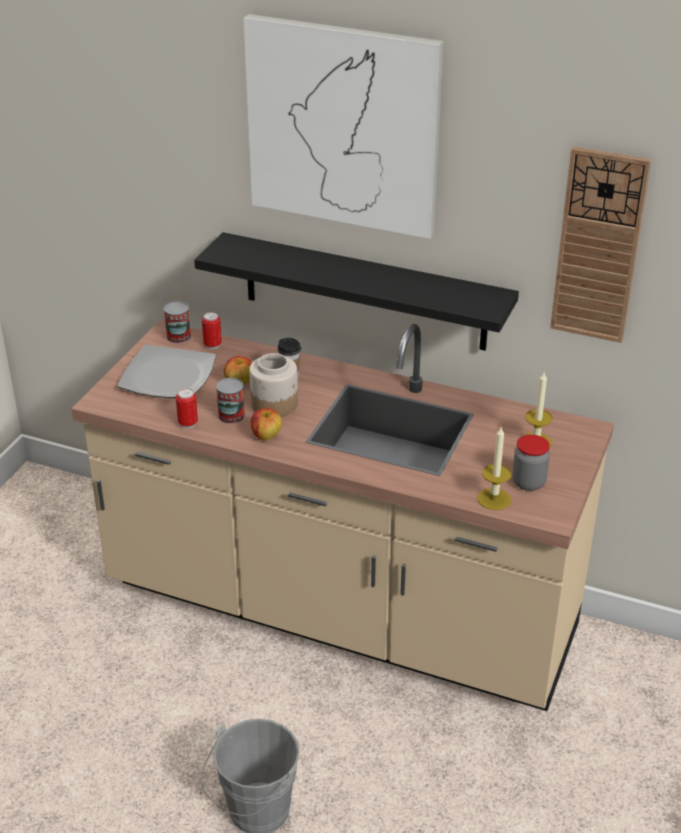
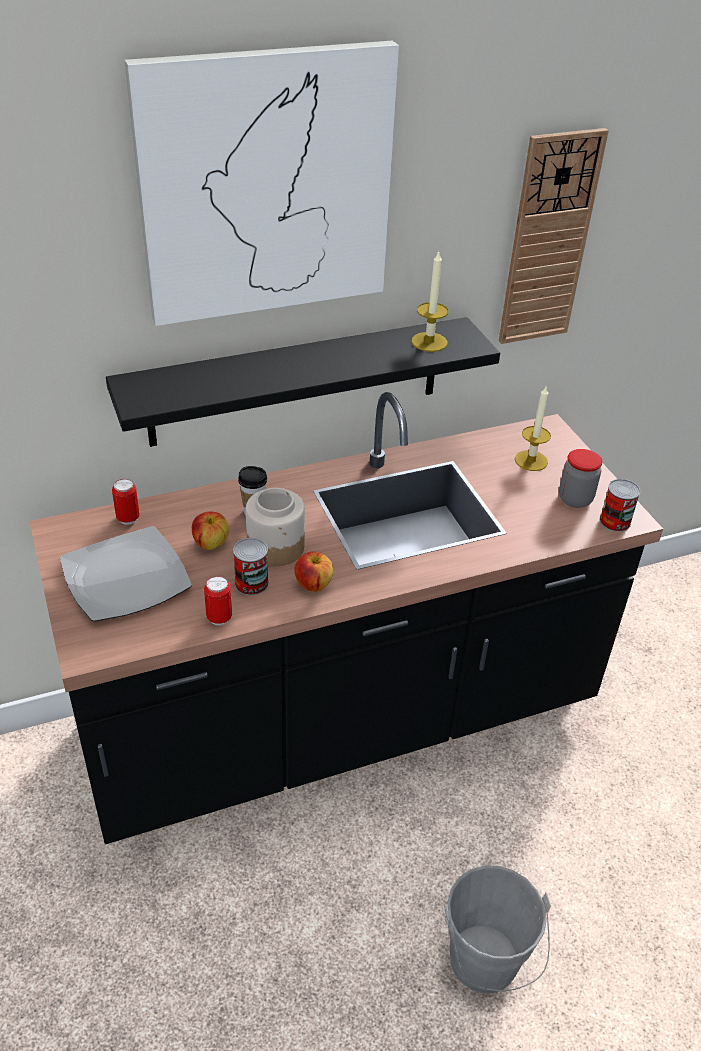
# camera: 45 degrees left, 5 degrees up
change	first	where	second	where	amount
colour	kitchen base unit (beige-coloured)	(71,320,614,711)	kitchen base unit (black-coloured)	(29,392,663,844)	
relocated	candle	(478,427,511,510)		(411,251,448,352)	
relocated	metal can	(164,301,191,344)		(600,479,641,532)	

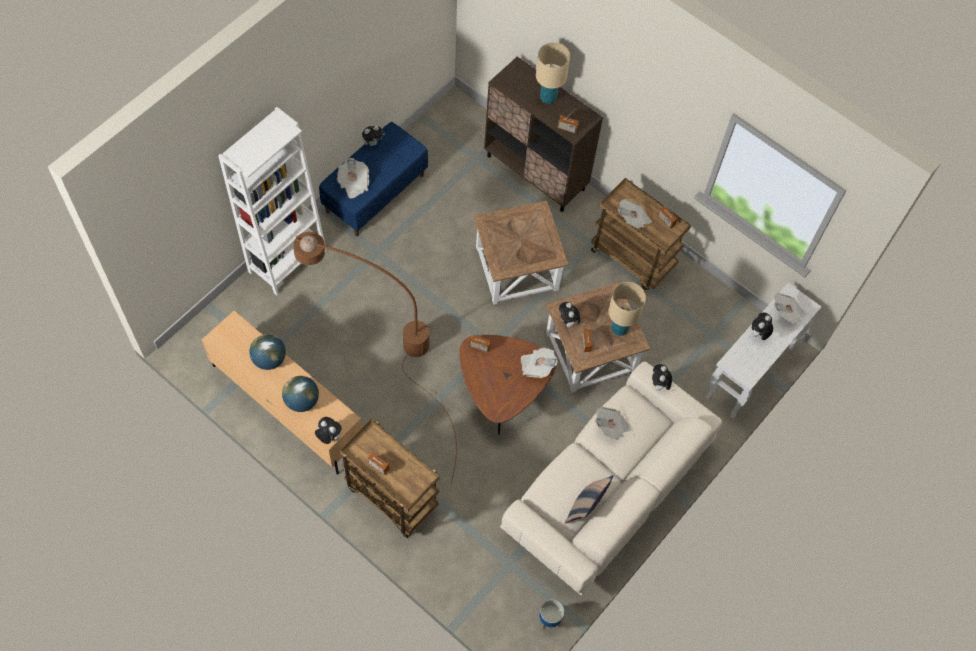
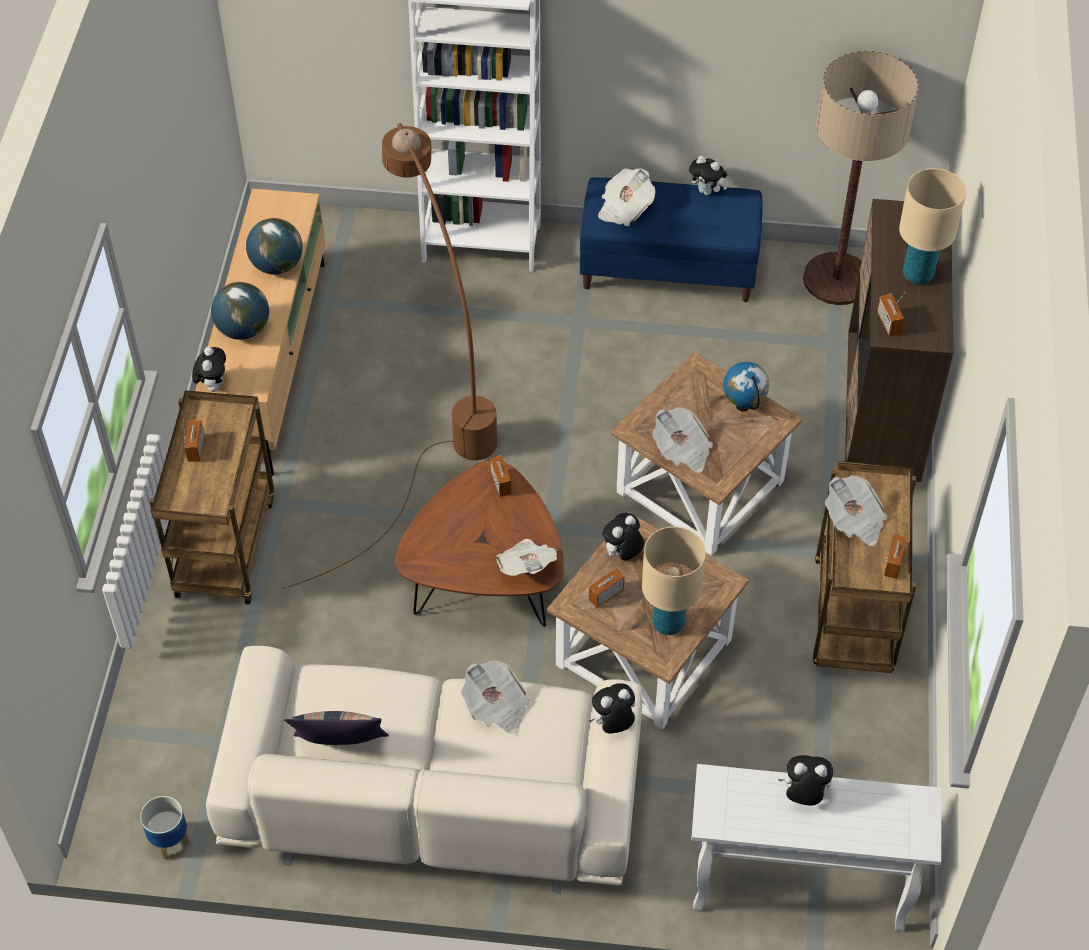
# camera: 60 degrees right, 10 degrees down
change	first	where	second	where	amount
relocated	newspaper	(774,293,807,324)		(652,407,713,473)	
appeared			world globe	(723,362,769,411)	
appeared			standing lamp	(803,51,919,305)	

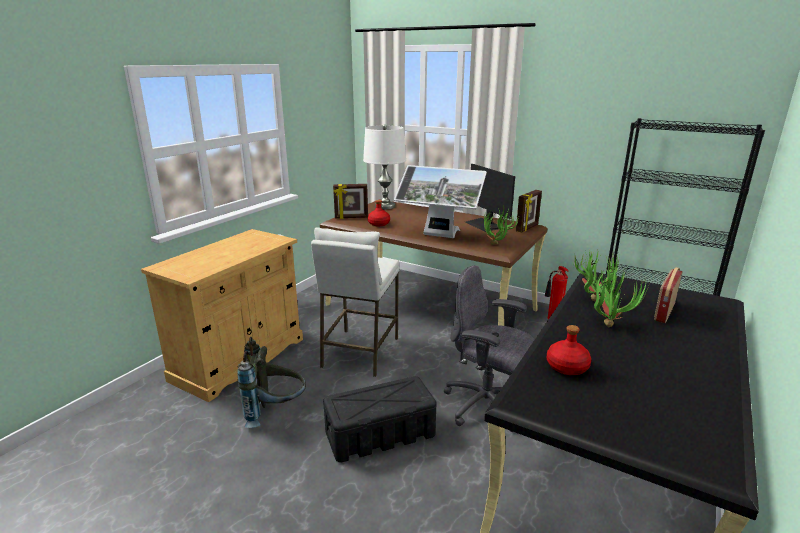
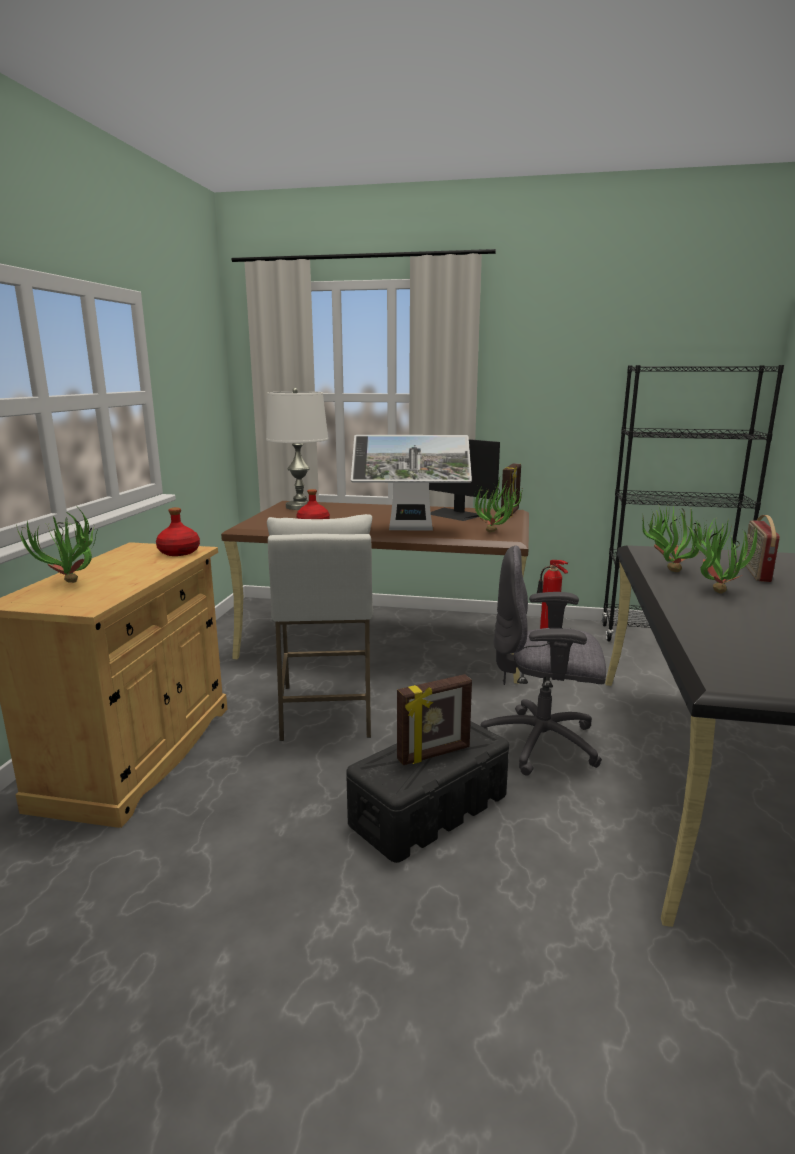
# camera: 20 degrees left, 5 degrees down
change	first	where	second	where	amount
appeared			houseplant	(16,508,97,583)	
relocated	beverage bottle (red-coloured)	(547,325,591,375)		(156,508,200,556)	
relocated	standing frame	(333,184,368,219)		(397,674,472,765)	
missing	knapsack (gray)	(237,336,306,428)			

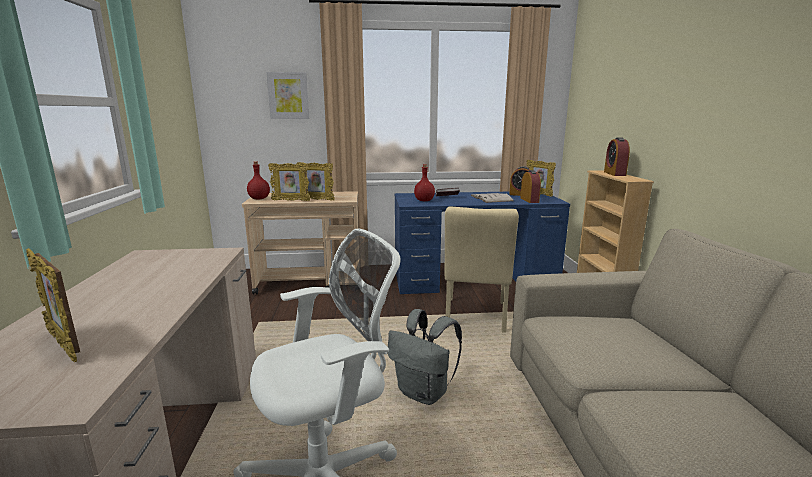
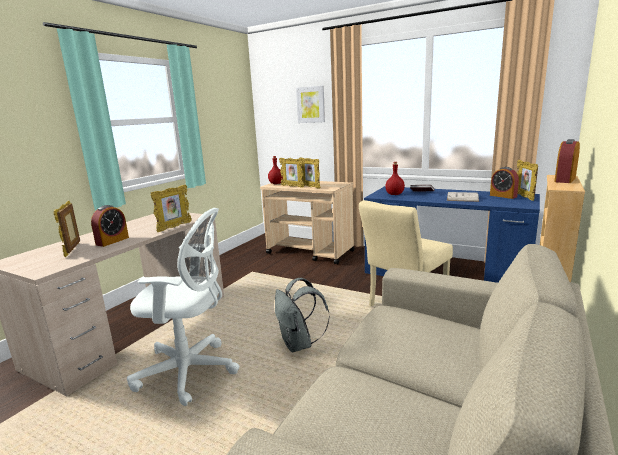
# camera: 35 degrees right, 0 degrees up
change	first	where	second	where	amount
relocated	bedside clock	(520,170,541,203)		(91,205,129,247)	
appeared			standing frame	(151,185,192,232)	

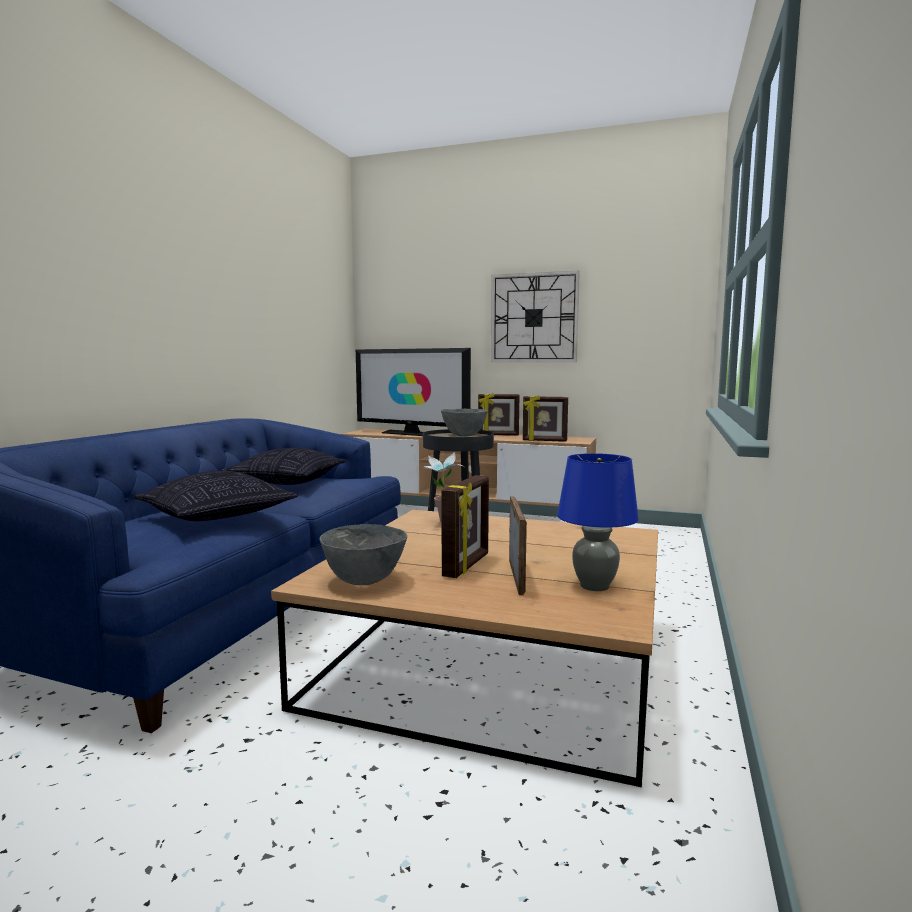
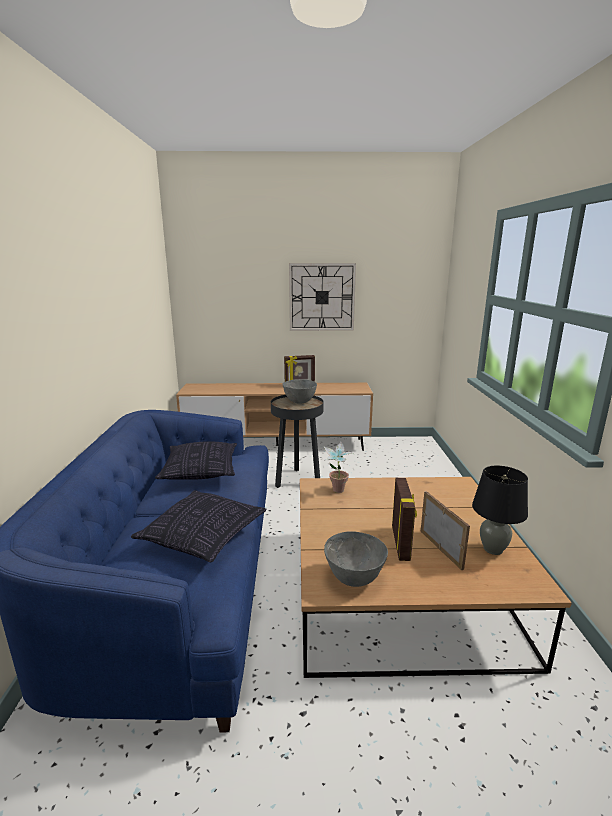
# camera: 20 degrees left, 10 degrees up
change	first	where	second	where	amount
colour	lamp for a table (bluish)	(557,453,639,591)	lamp for a table (black-coloured)	(472,466,528,555)	
missing	television	(356,348,471,436)			
missing	standing frame	(523,395,568,442)			

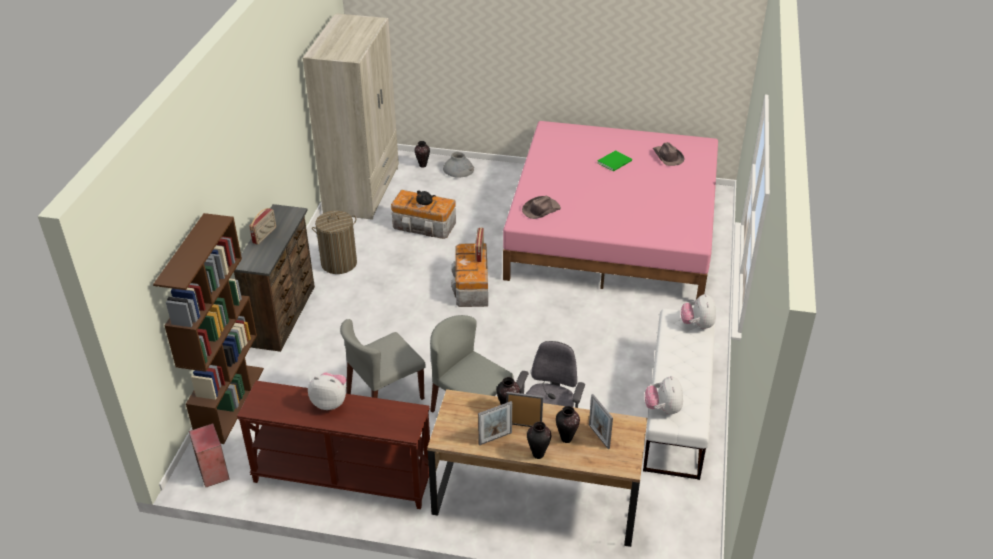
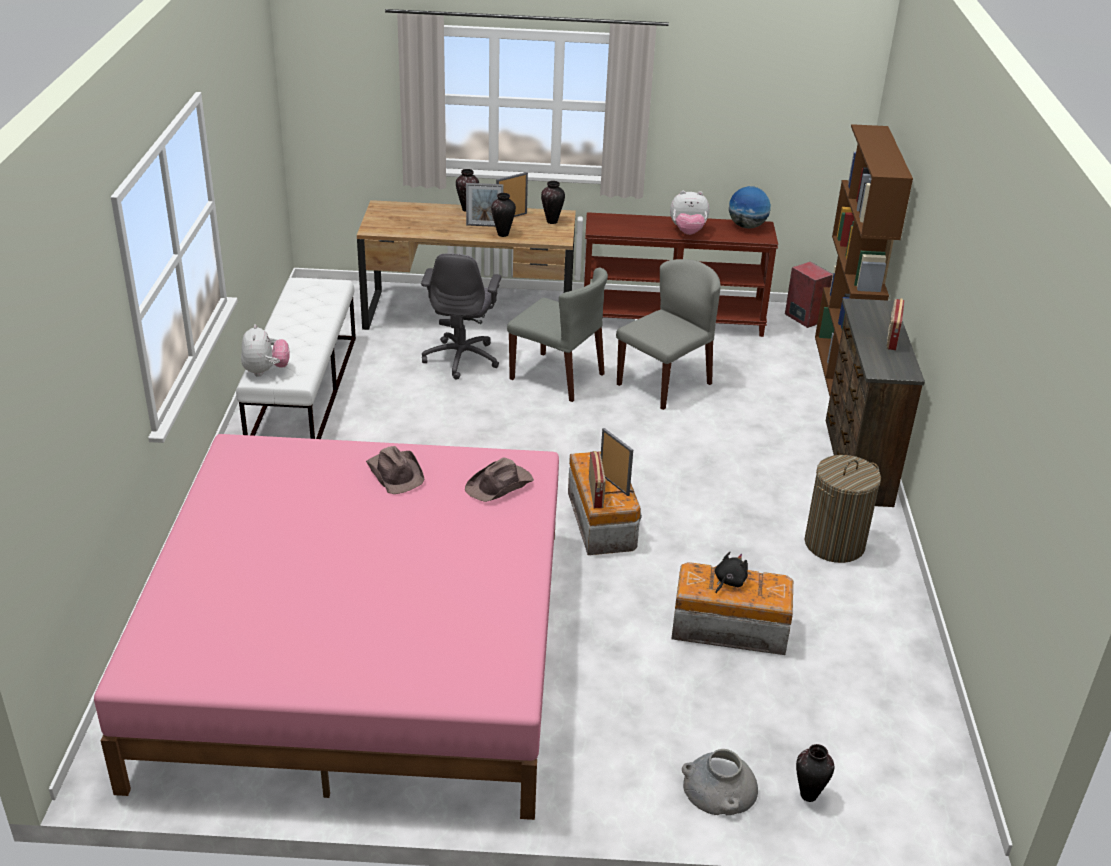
# camera: 170 degrees right, 5 degrees down
change	first	where	second	where	amount
relocated	wearable hat (brownish)	(653,142,685,166)		(366,446,424,494)	
relocated	flower vase	(556,406,580,443)		(541,181,565,224)	
relocated	standing frame	(589,394,613,449)		(601,428,633,496)	
appeared			world globe	(729,186,771,229)	
missing	armoire (beige-coloured)	(303,13,399,220)			
missing	bound book (green-coloured)	(597,150,632,172)			
missing	plush toy	(645,376,683,414)			

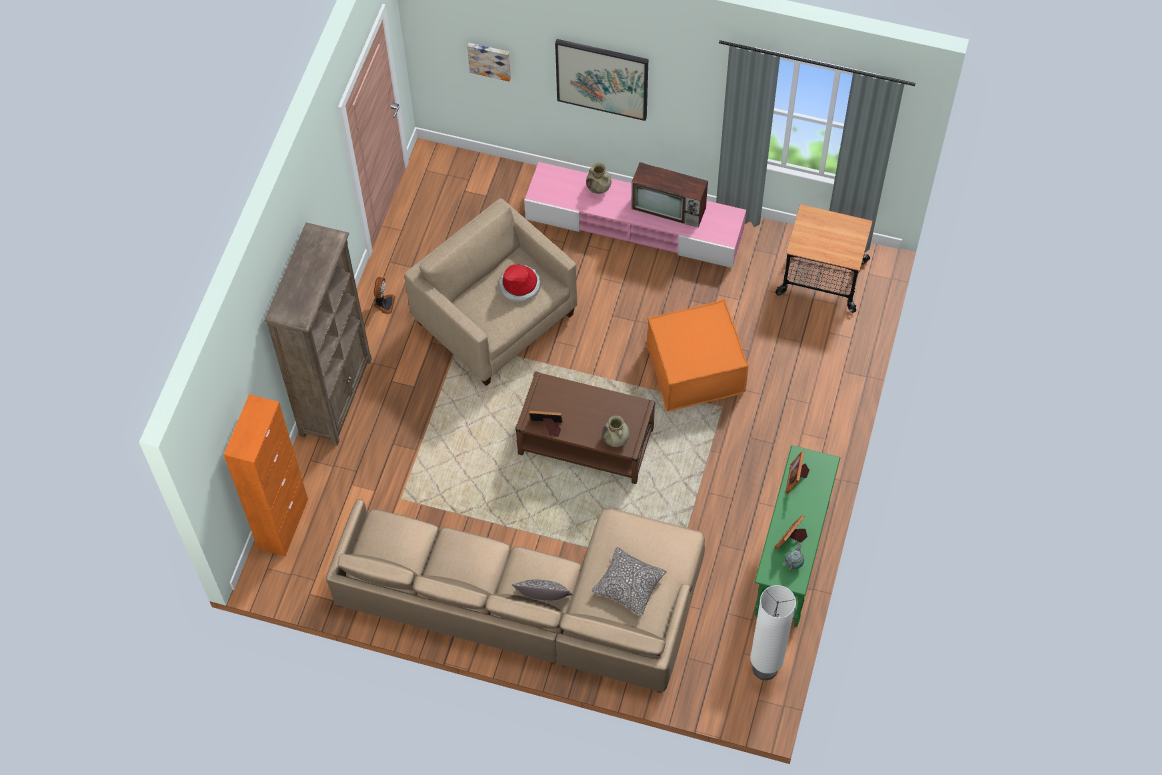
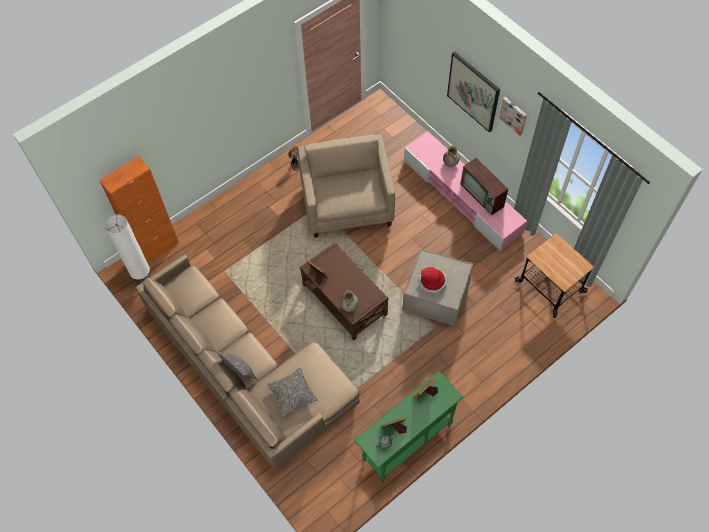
# camera: 35 degrees right, 0 degrees up
change	first	where	second	where	amount
relocated	standing lamp (white)	(750,585,796,680)		(105,215,151,285)	
colour	footrest (orange)	(646,299,748,411)	footrest (beige-coloured)	(402,249,473,326)	
relocated	wearable hat	(499,264,541,302)		(418,267,447,294)	
relocated	picture	(467,43,511,82)		(499,97,527,135)	
missing	bookshelf (brownish)	(264,222,372,446)			

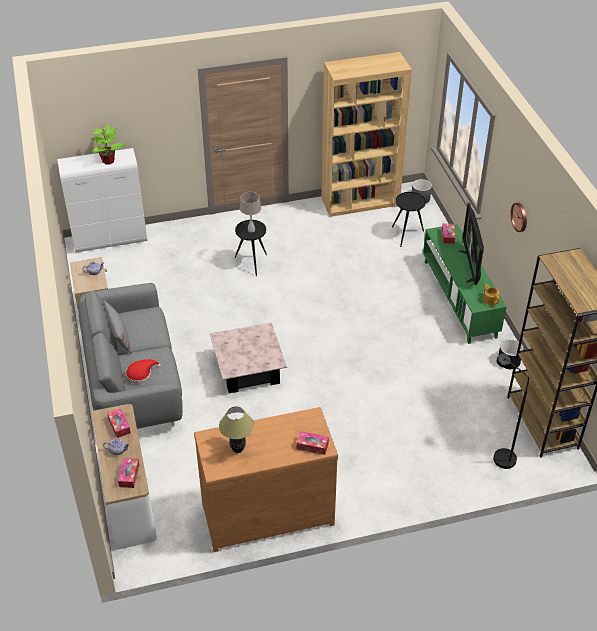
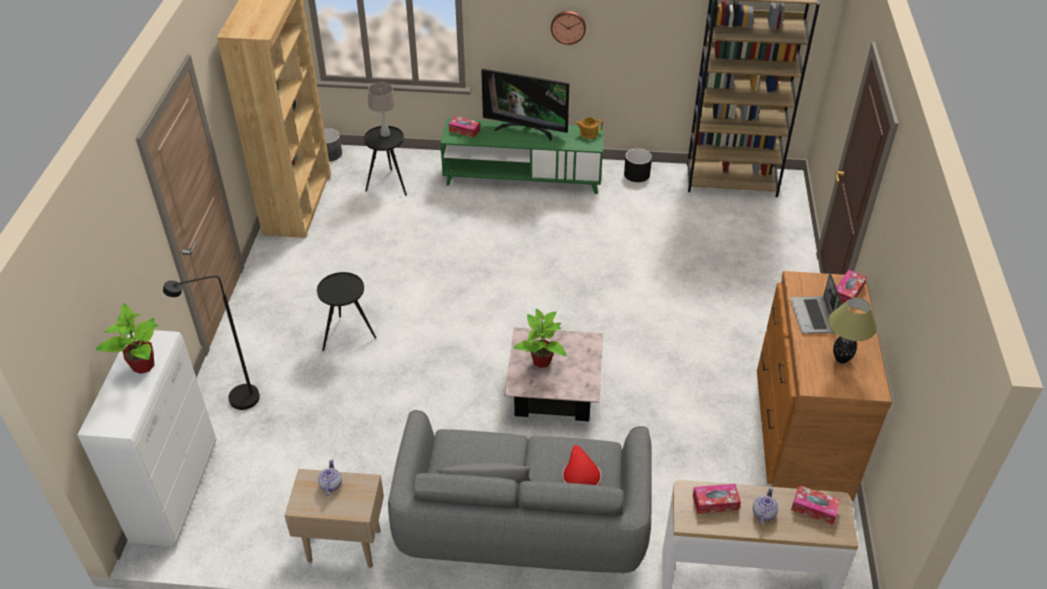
# camera: 70 degrees left, 0 degrees up
change	first	where	second	where	amount
relocated	standing lamp (black-coloured)	(493,353,529,469)		(163,276,260,410)	
relocated	lamp for a table (beige-coloured)	(240,192,261,233)		(368,83,396,137)	
appeared			houseplant	(513,309,567,368)	
appeared			notebook computer	(790,273,842,334)	

